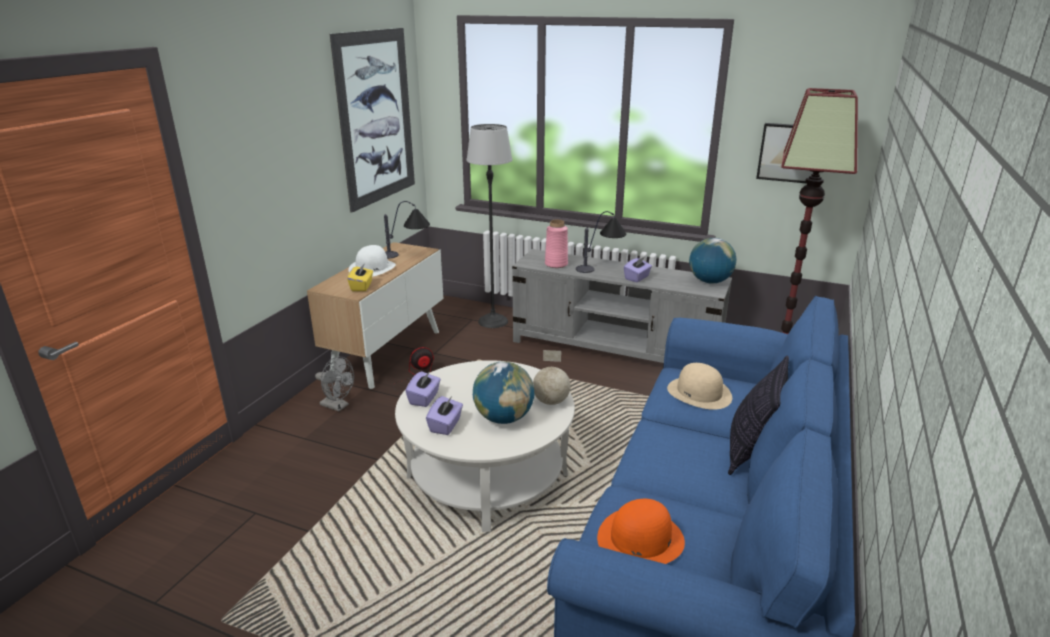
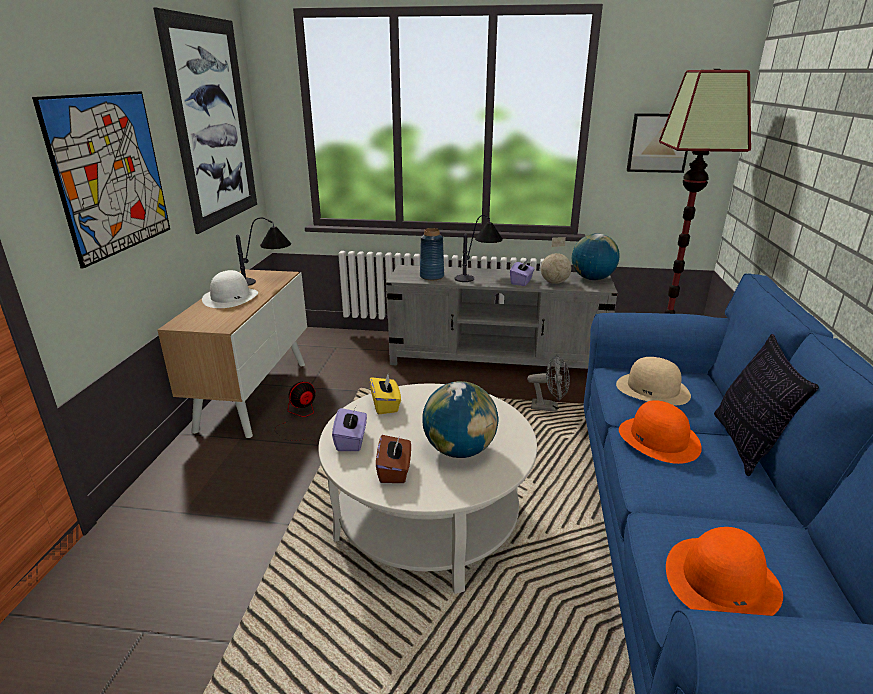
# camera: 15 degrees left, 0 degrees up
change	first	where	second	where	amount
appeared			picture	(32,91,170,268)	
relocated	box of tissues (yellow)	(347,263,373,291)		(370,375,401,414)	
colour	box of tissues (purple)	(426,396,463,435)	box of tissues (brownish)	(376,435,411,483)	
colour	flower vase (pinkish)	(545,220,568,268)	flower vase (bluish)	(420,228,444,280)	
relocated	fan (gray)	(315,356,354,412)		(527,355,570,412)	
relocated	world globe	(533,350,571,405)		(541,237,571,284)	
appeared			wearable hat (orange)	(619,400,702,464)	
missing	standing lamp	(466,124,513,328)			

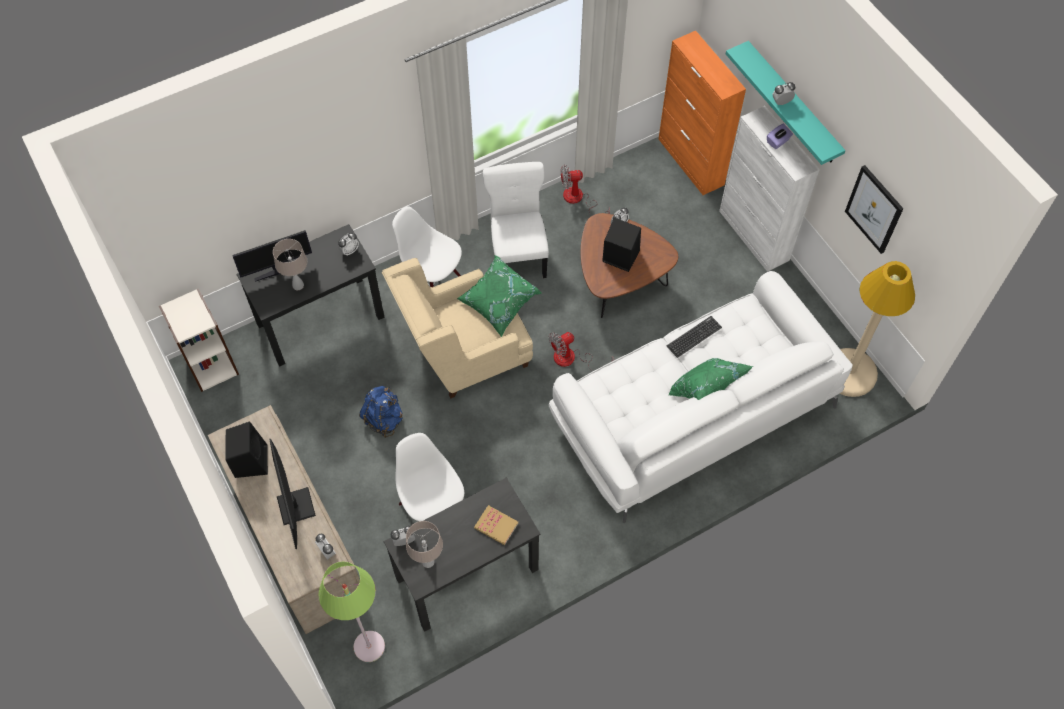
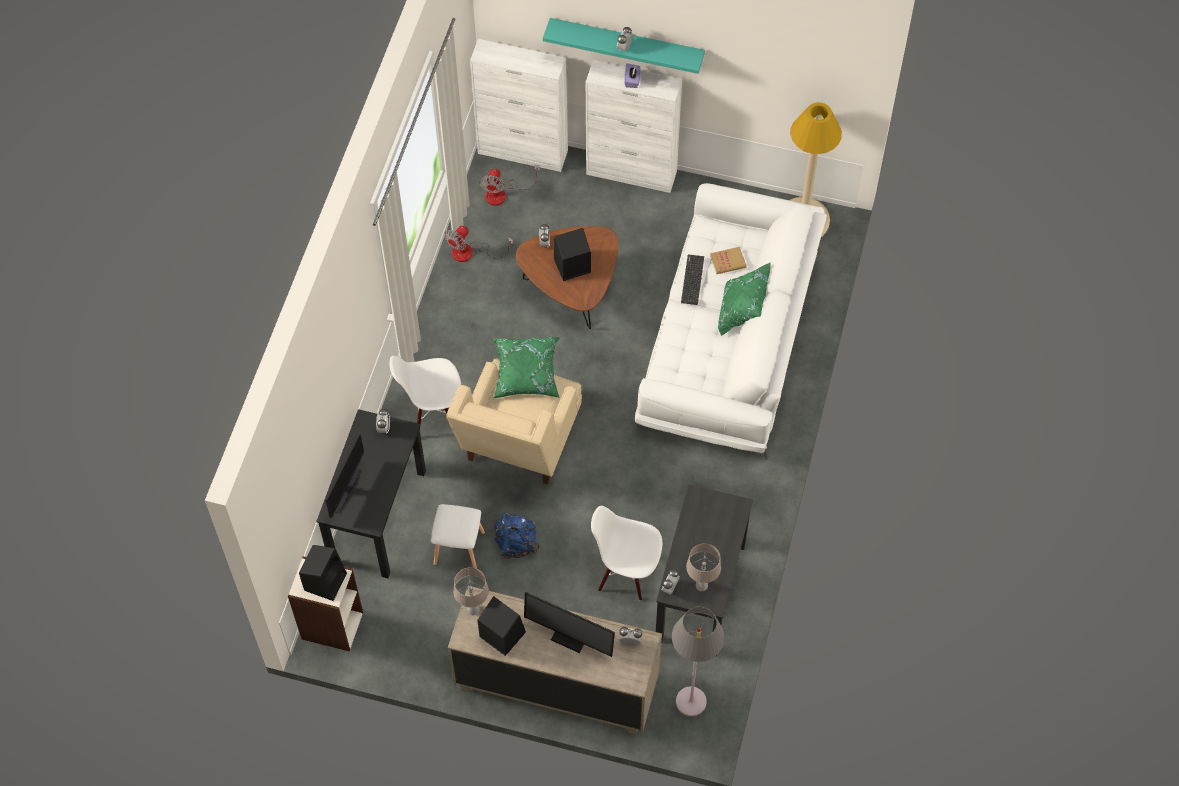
# camera: 45 degrees left, 0 degrees up
change	first	where	second	where	amount
appeared			audio speaker (black-coloured)	(299,545,347,601)	
appeared			stool seat (white)	(431,504,485,569)	
relocated	lamp for a table (beige-coloured)	(273,239,308,290)		(454,567,489,615)	
colour	storage cabinet (orange)	(659,31,746,195)	storage cabinet (white)	(470,39,568,172)	
relocated	fan	(549,332,615,371)		(479,164,540,206)	
colour	standing lamp (green-coloured)	(318,562,385,662)	standing lamp (gray)	(672,607,725,716)	
relocated	bound book	(474,505,518,545)		(710,247,746,274)	
missing	plain chair (white)	(483,162,549,278)			
missing	picture	(845,165,904,254)			

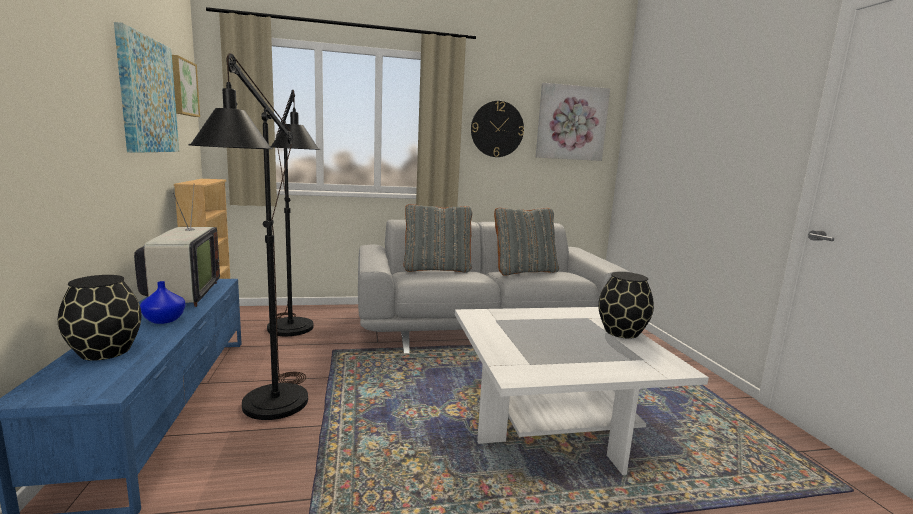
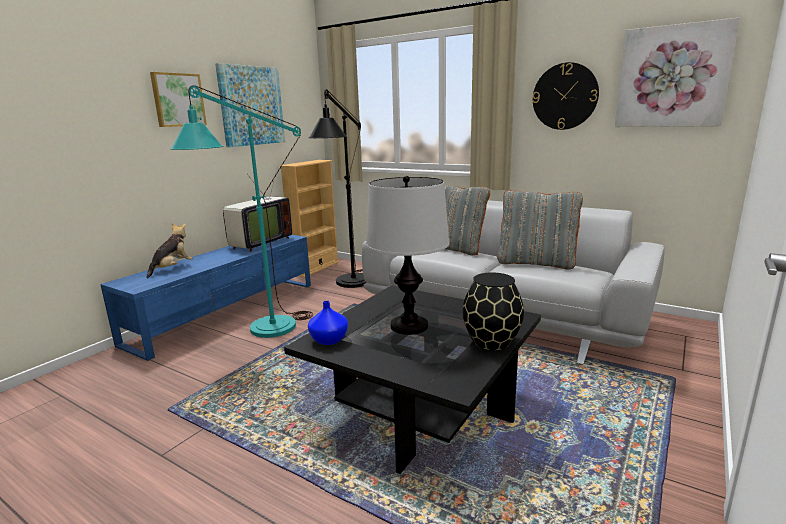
# camera: 45 degrees right, 5 degrees up
change	first	where	second	where	amount
exchanged	flower vase (black-coloured)	(58,275,142,361)	plush toy	(147,224,193,279)	
relocated	picture	(172,55,200,117)		(150,72,207,127)	
colour	standing lamp (black-coloured)	(188,53,308,420)	standing lamp (turquoise)	(170,85,313,338)	
colour	coffee table (white)	(455,307,709,475)	coffee table (black-coloured)	(284,285,541,474)	
relocated	flower vase (bluish)	(140,281,185,324)		(308,301,348,345)	
appeared			lamp for a table	(366,176,450,335)	

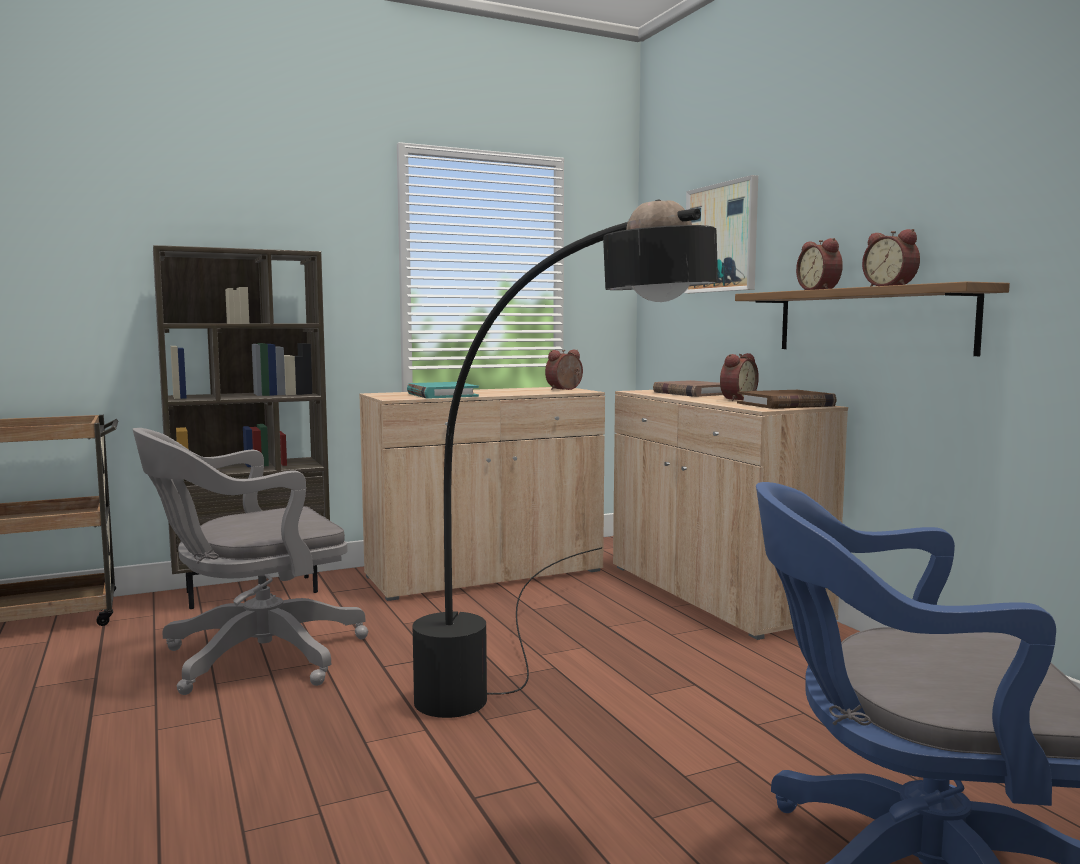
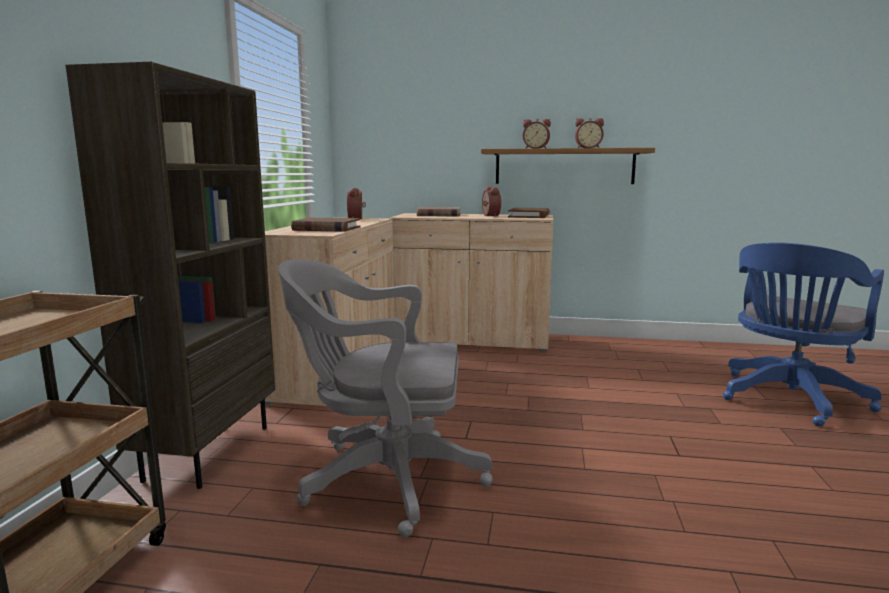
# camera: 55 degrees left, 5 degrees up
change	first	where	second	where	amount
spun	computer chair (gray)	(132,428,368,695)		(278,259,493,537)	90 degrees clockwise
colour	bound book (turquoise)	(407,382,479,399)	bound book (brownish)	(291,218,360,232)	
missing	standing lamp (black-coloured)	(412,200,718,718)			
missing	picture	(684,175,758,293)			

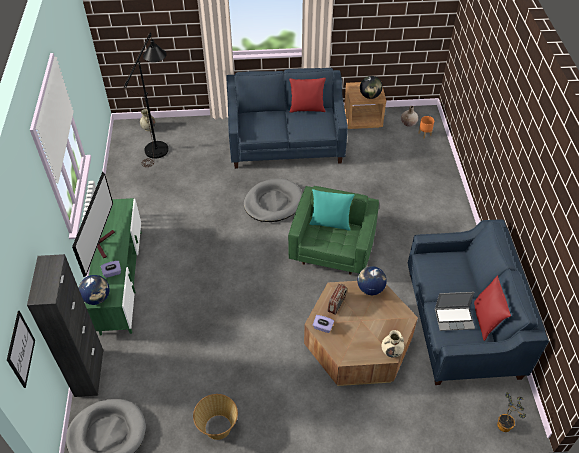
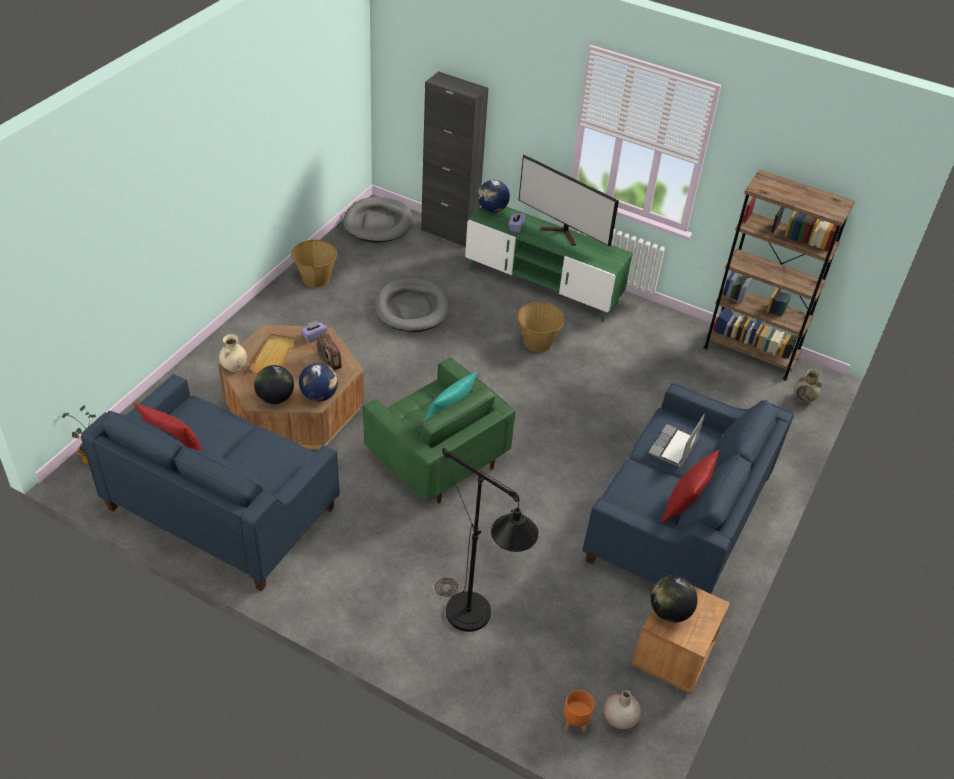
# camera: 120 degrees right, 5 degrees down
change	first	where	second	where	amount
appeared			carrying tray (beige-coloured)	(250,333,296,374)	
appeared			world globe	(254,365,294,404)	
relocated	dog bed (gray)	(244,179,302,222)		(375,278,449,332)	
relocated	standing lamp (black-coloured)	(124,33,169,167)		(435,448,539,632)	
appeared			basket	(517,302,565,352)	
relocated	notebook computer	(435,292,475,331)		(648,414,705,468)	
appeared			bookshelf (brownish)	(703,170,855,381)	
missing	picture	(7,311,35,388)			

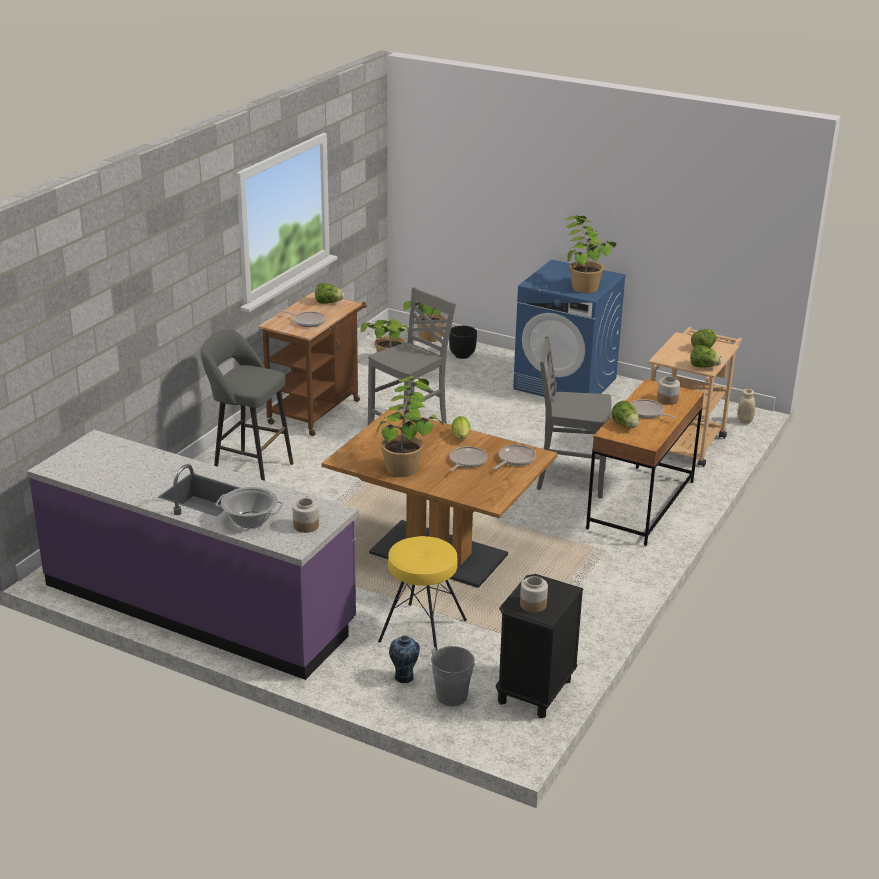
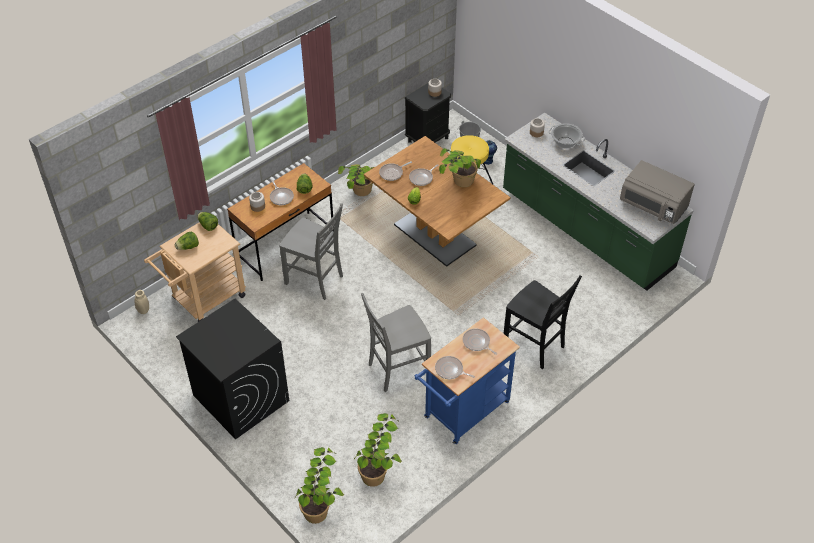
# camera: 160 degrees left, 20 degrees up
change	first	where	second	where	amount
colour	washing machine (bluish)	(513,260,626,397)	washing machine (black-coloured)	(176,299,289,440)	
relocated	houseplant	(565,215,616,293)		(338,164,374,196)	
colour	wheeled cart (brownish)	(258,292,367,436)	wheeled cart (bluish)	(415,317,520,444)	
exchanged	head of lettuce	(315,283,344,304)	skillet	(435,356,475,379)	
colour	kitchen base unit (purple)	(27,430,359,680)	kitchen base unit (green-coloured)	(503,113,694,291)	
exchanged	stool seat (gray)	(200,329,294,481)	plain chair (black-coloured)	(503,276,582,369)	
appeared			kitchen microwave (gray)	(620,160,695,224)	
missing	flower pot (black-coloured)	(449,326,477,359)			

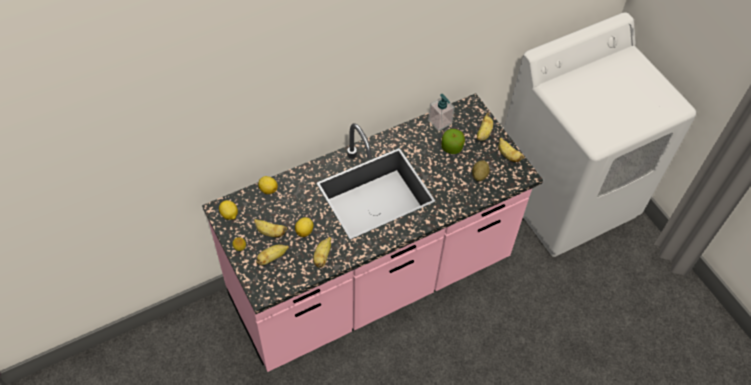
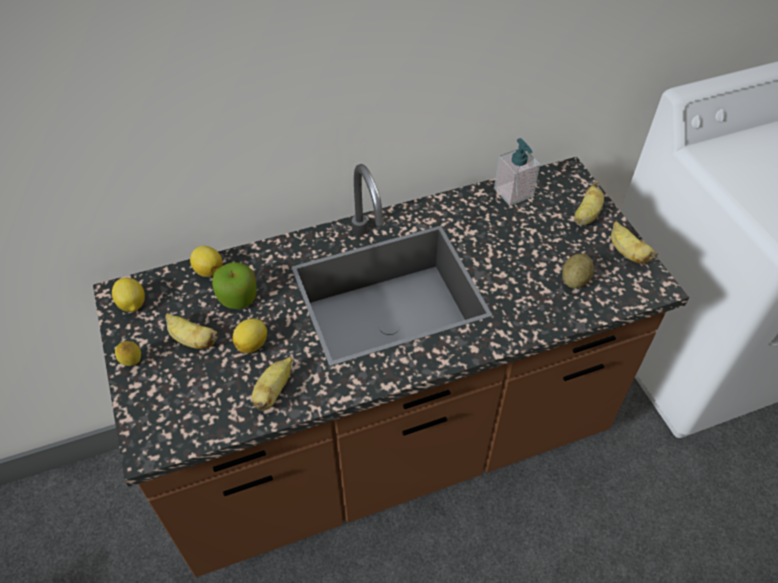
# camera: 10 degrees right, 5 degrees down
change	first	where	second	where	amount
colour	kitchen base unit (pinkish)	(202,93,543,372)	kitchen base unit (brownish)	(93,157,689,577)	
relocated	whole apple	(442,129,465,154)		(212,262,257,309)	
missing	banana	(256,244,289,265)			

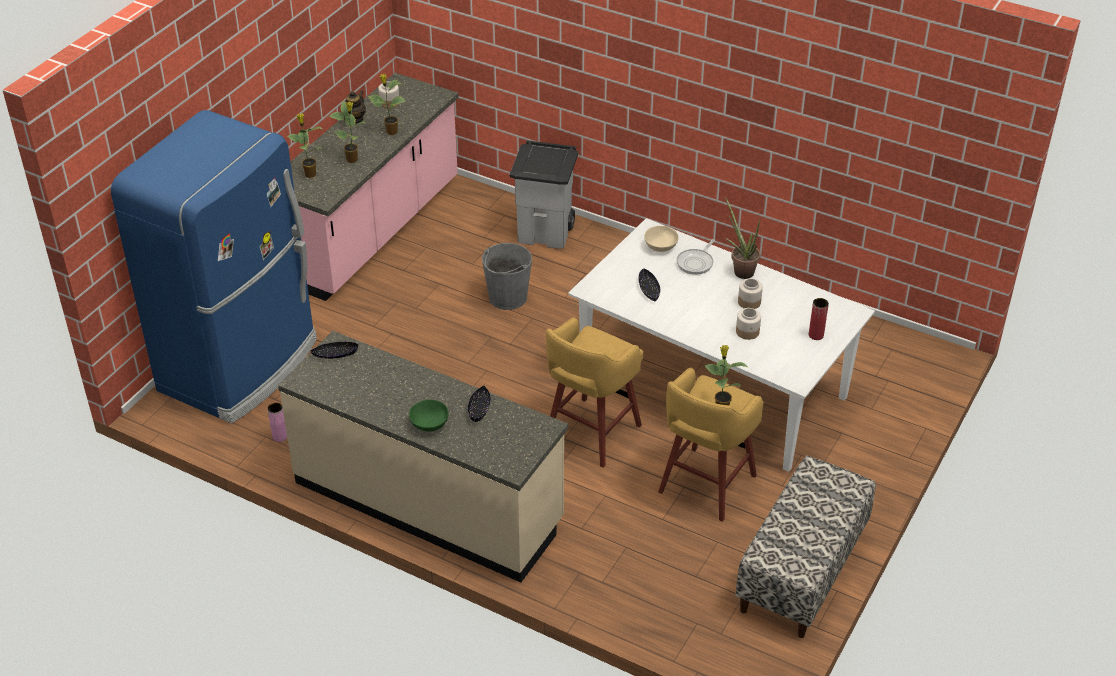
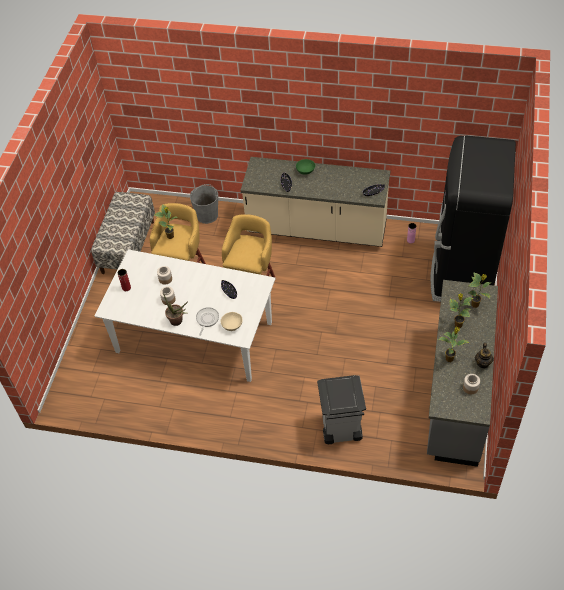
# camera: 165 degrees right, 10 degrees up
change	first	where	second	where	amount
relocated	bucket (gray)	(482,243,532,310)		(190,184,218,224)	
colour	kitchen base unit (pinkish)	(290,73,458,301)	kitchen base unit (gray)	(427,280,498,467)	
colour	fridge (bluish)	(111,110,317,423)	fridge (black-coloured)	(431,136,516,302)	

